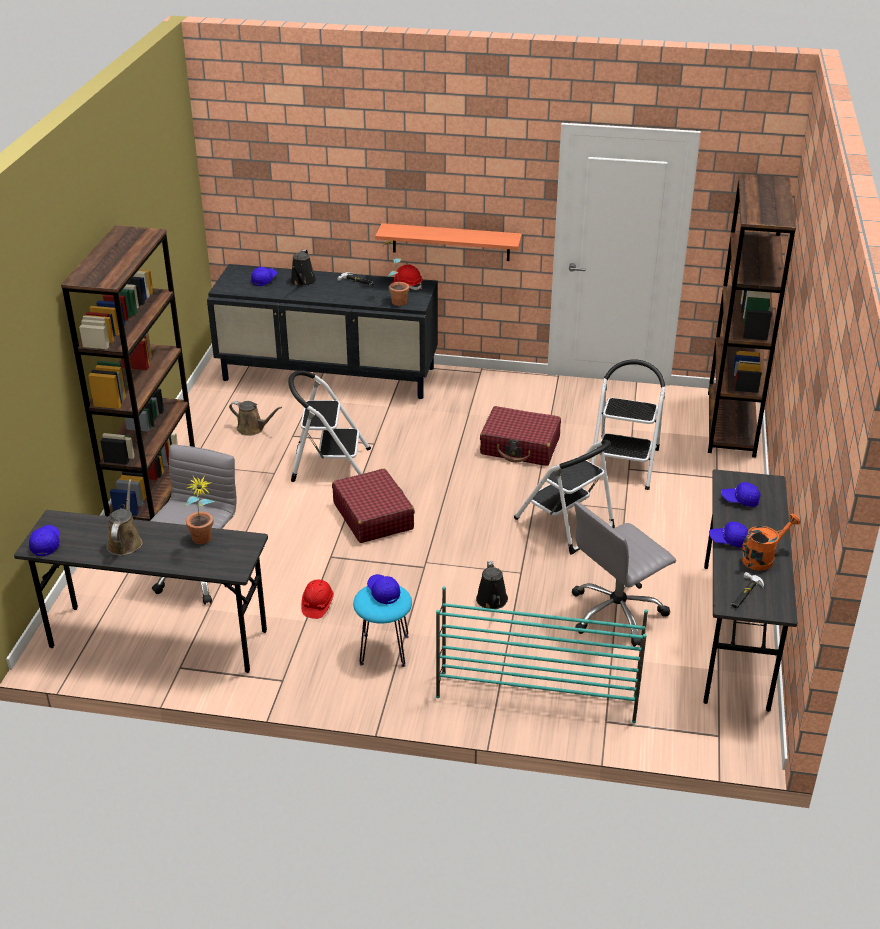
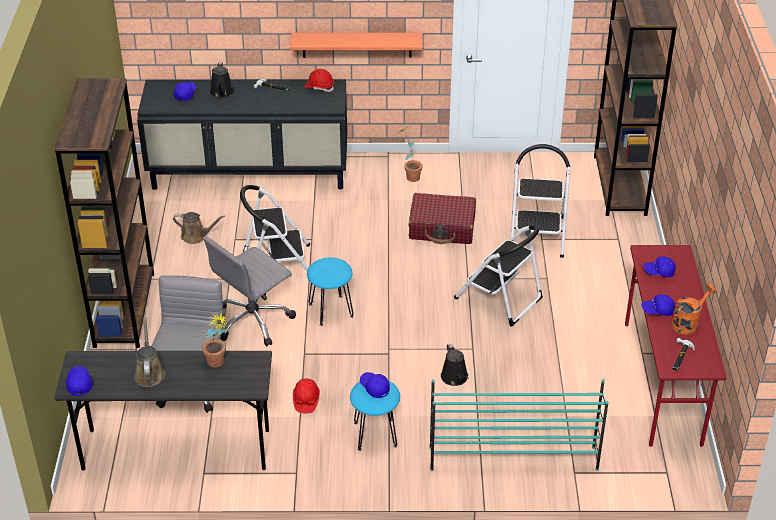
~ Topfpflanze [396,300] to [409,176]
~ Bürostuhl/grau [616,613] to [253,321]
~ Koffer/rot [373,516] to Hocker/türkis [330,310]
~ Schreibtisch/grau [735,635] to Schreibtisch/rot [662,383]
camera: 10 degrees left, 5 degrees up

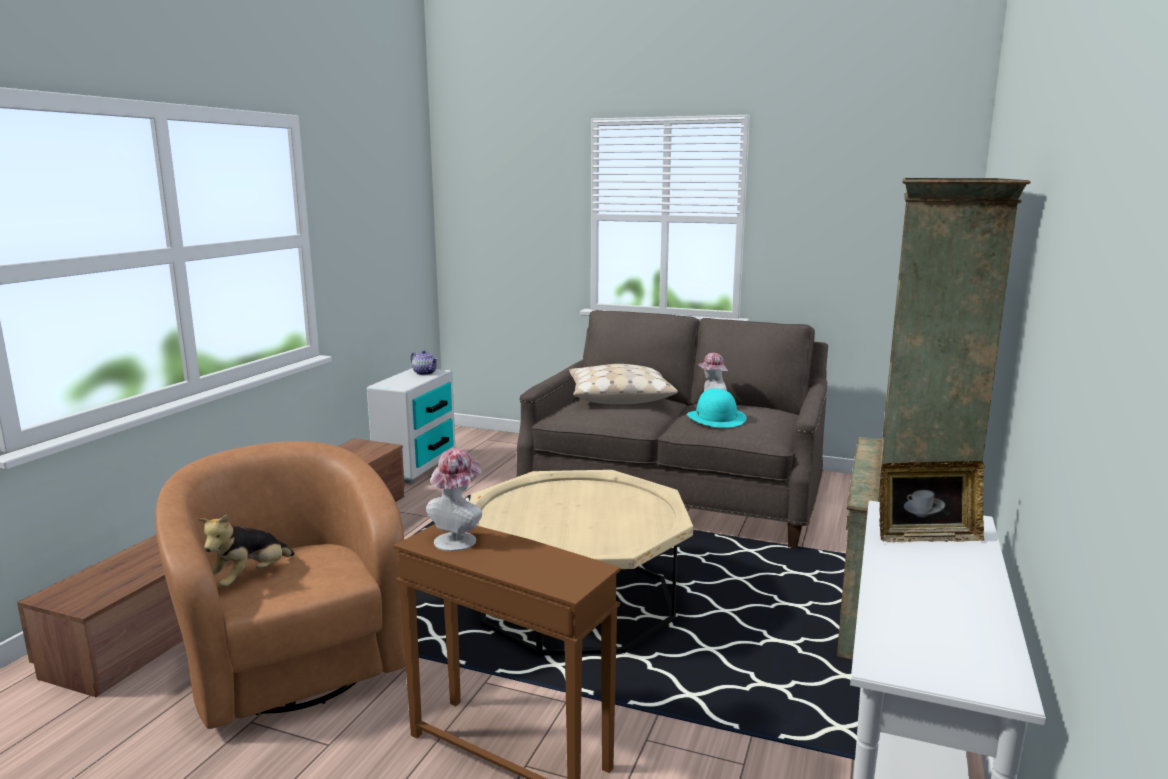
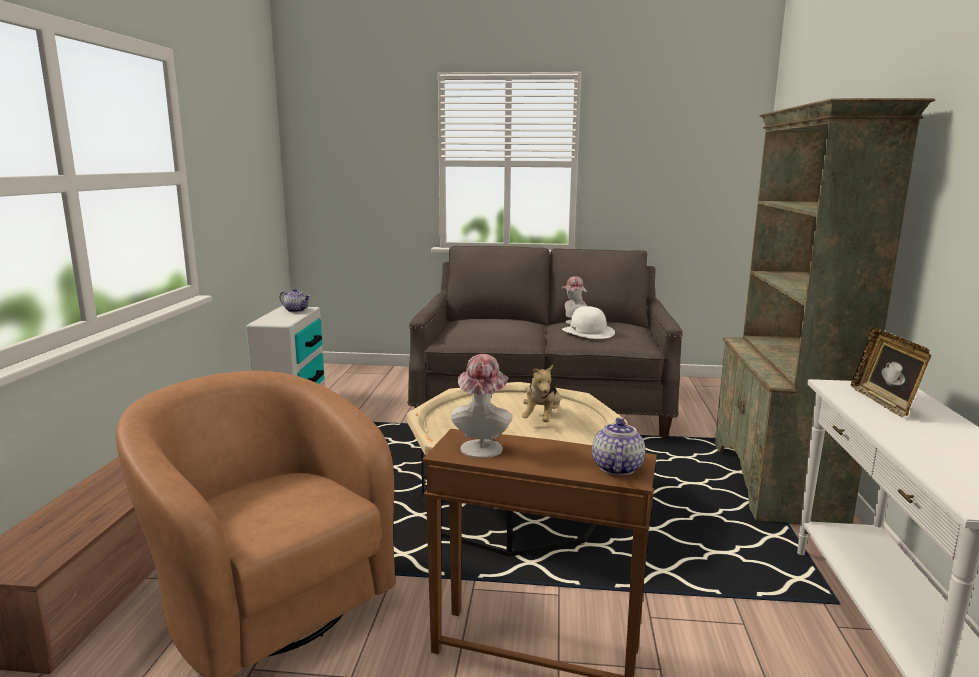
- Kissen/beige [619,396]
+ Teekanne [616,467]
~ Plüschtier [250,578] to [542,418]
~ Hut/türkis [716,418] to Hut/weiß [588,332]
~ Bilderrahmen [926,537] = [884,402] 105 degrees clockwise
camera: 15 degrees left, 0 degrees up

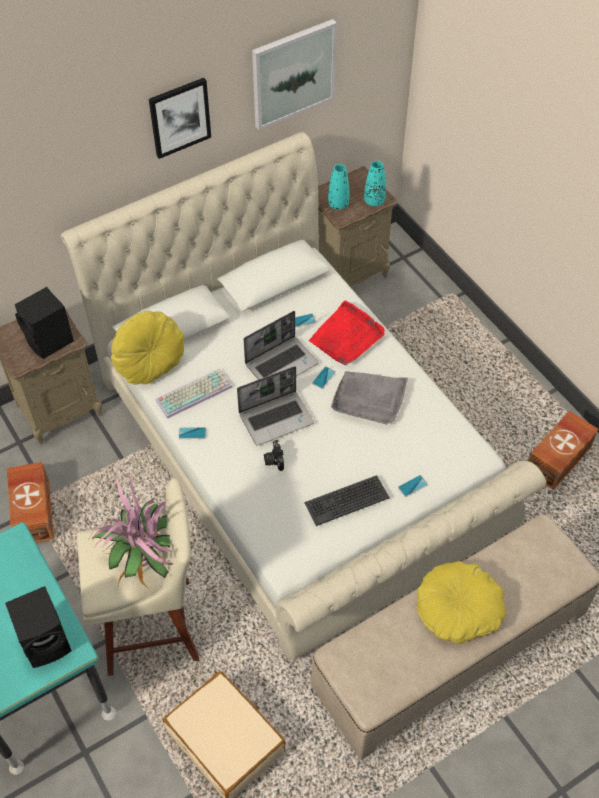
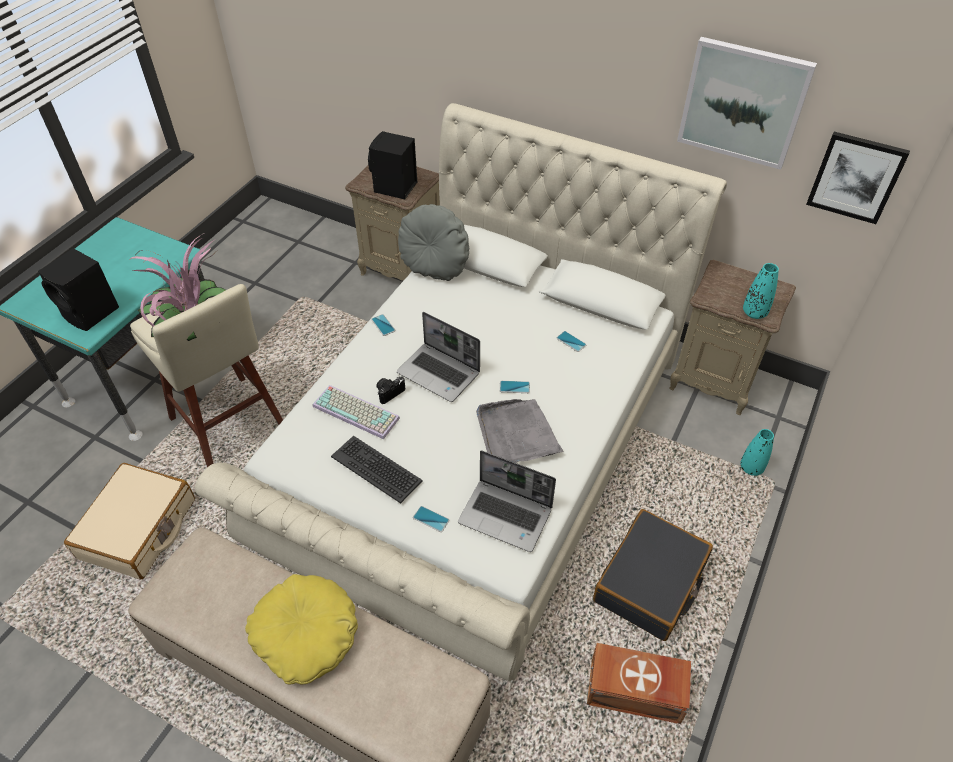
- Aufbewahrungsbox/braun [35,511]
- Tablett/rot [347,336]
+ Koffer/schwarz [650,582]
~ Bild [179,117] to [856,177]
~ Tastatur [194,392] to [357,411]
~ Laptop [282,363] to [506,516]
~ Vase/türkis [338,204] to [751,468]
~ Kissen/gelb [151,368] to Kissen/grau [434,269]
camera: 60 degrees right, 5 degrees down

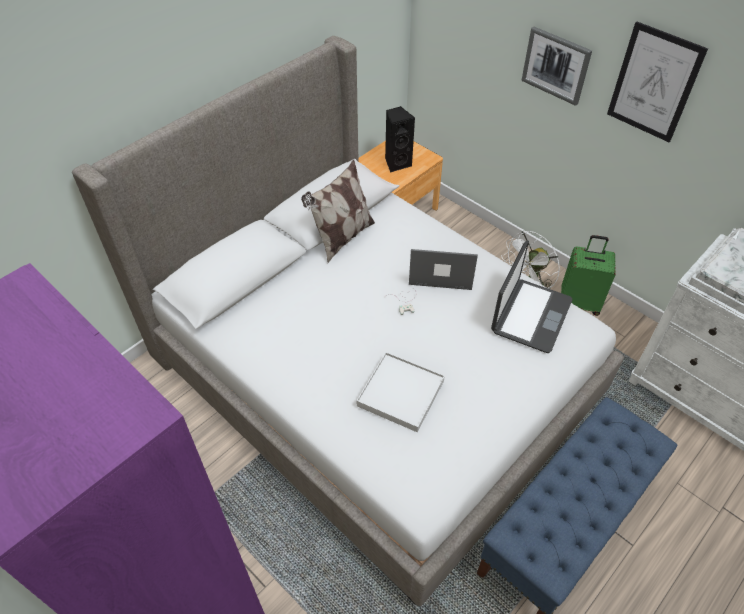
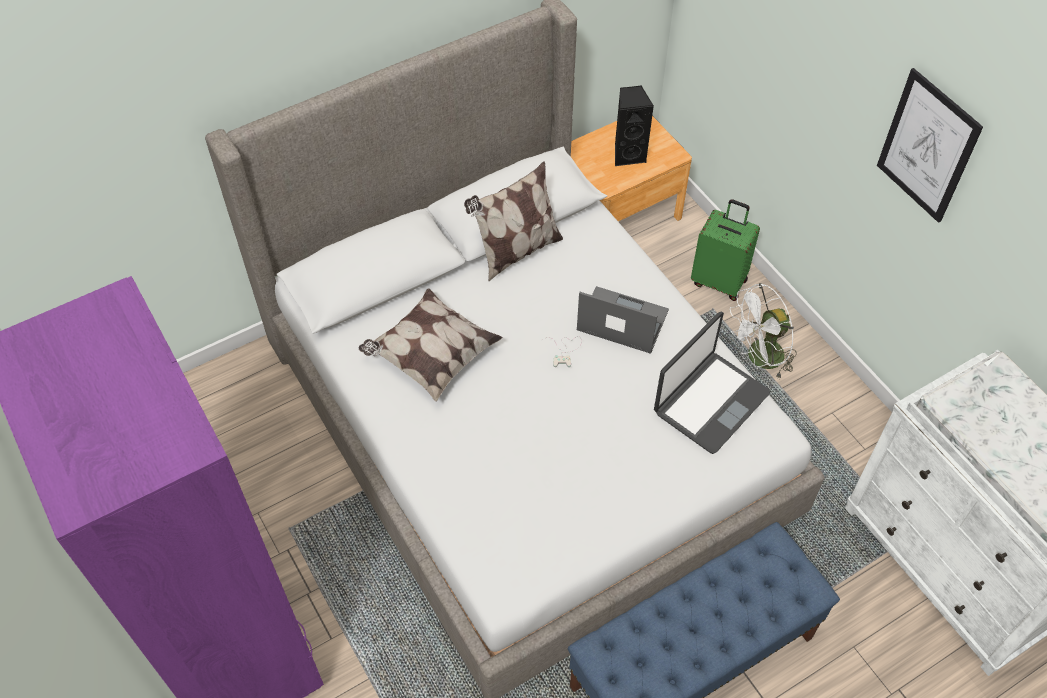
- Tablett/weiß [401,393]
- Bild [556,65]
+ Kissen [431,356]
~ Koffer/grün [579,302] to [719,281]
camera: 15 degrees right, 5 degrees up

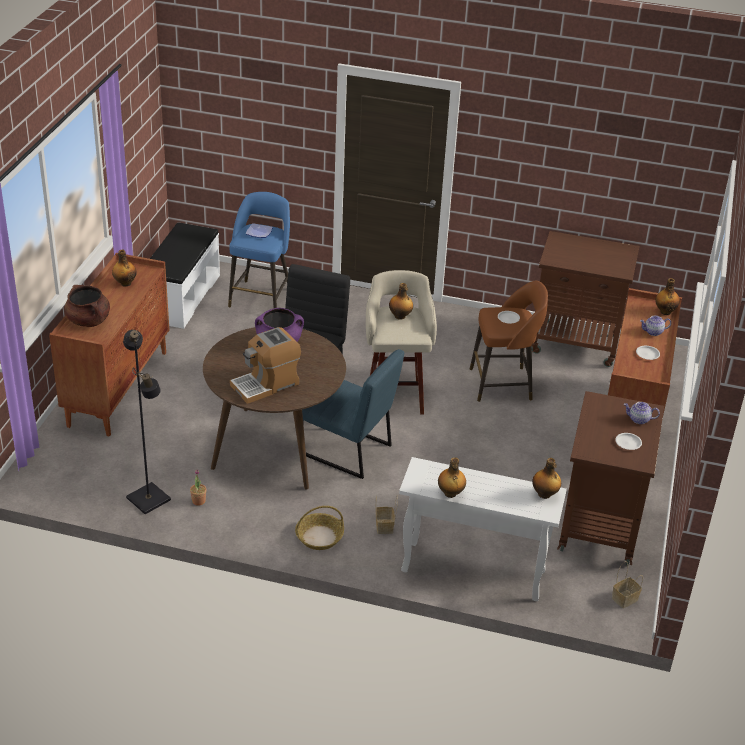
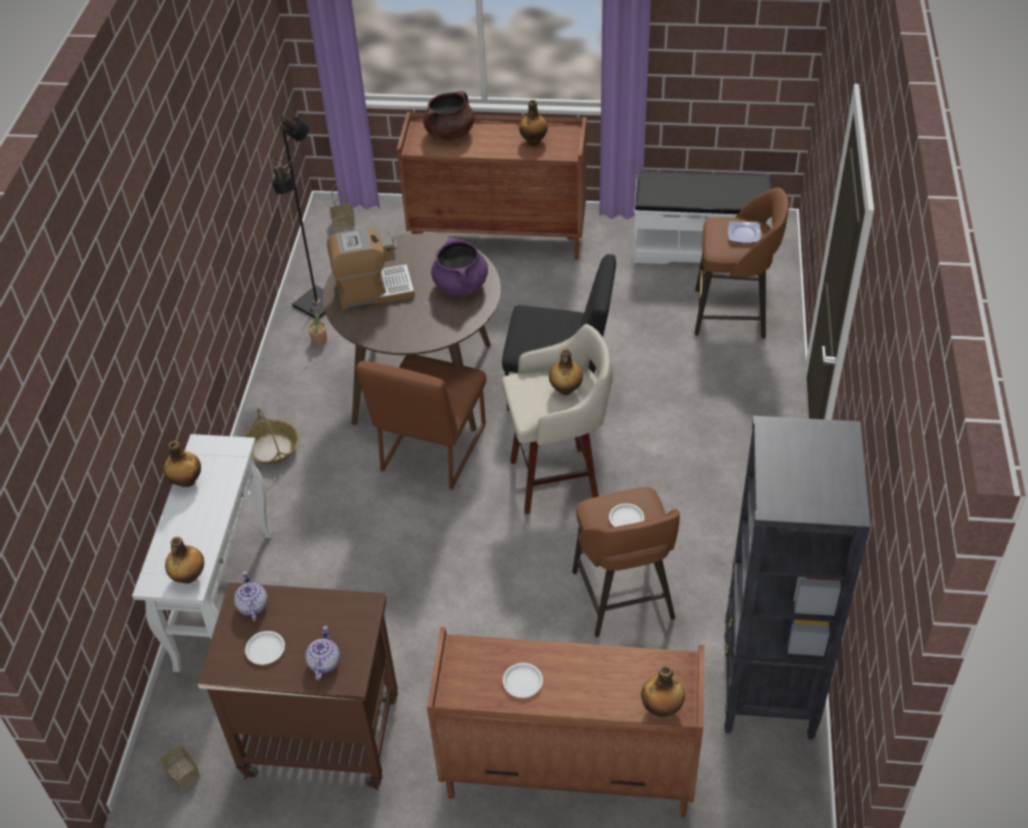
~ Korb [385,527] to [342,224]
~ Teekanne [653,332] to [252,606]
~ Rollwagen/braun [576,344] to Bücherregal/schwarz [767,688]
~ Hocker/blau [261,297] to Hocker/braun [733,314]
~ Stuhl/blau [348,451] to Stuhl/braun [431,449]
~ Kaffeemaschine [266,384] = [373,290] 120 degrees clockwise
camera: 85 degrees right, 10 degrees up

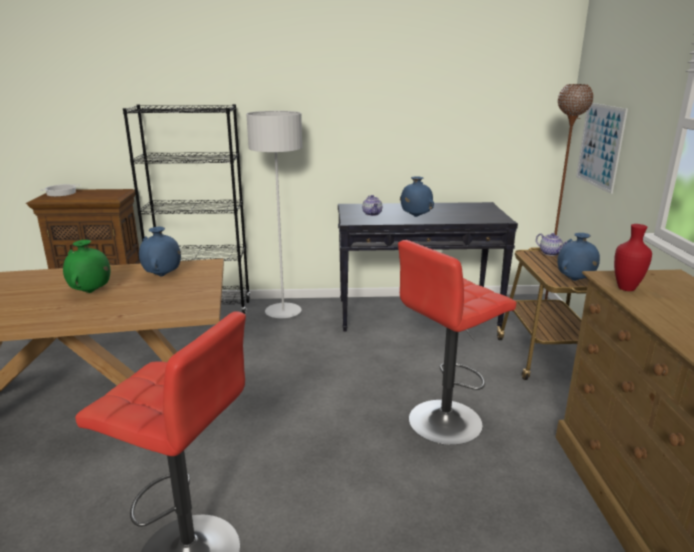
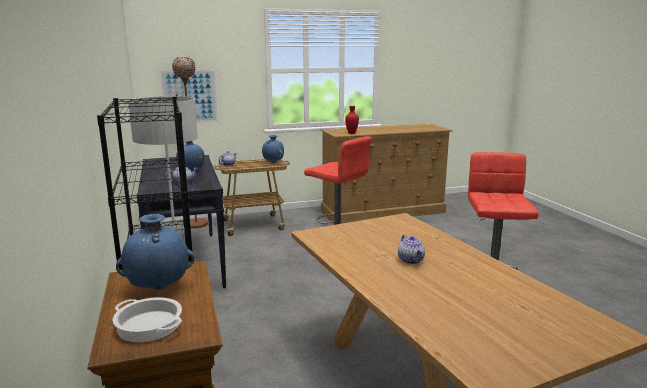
~ Vase/blau [162,275] to [159,288]
~ Vase/grün [91,292] to Teekanne [411,260]
camera: 105 degrees left, 5 degrees down

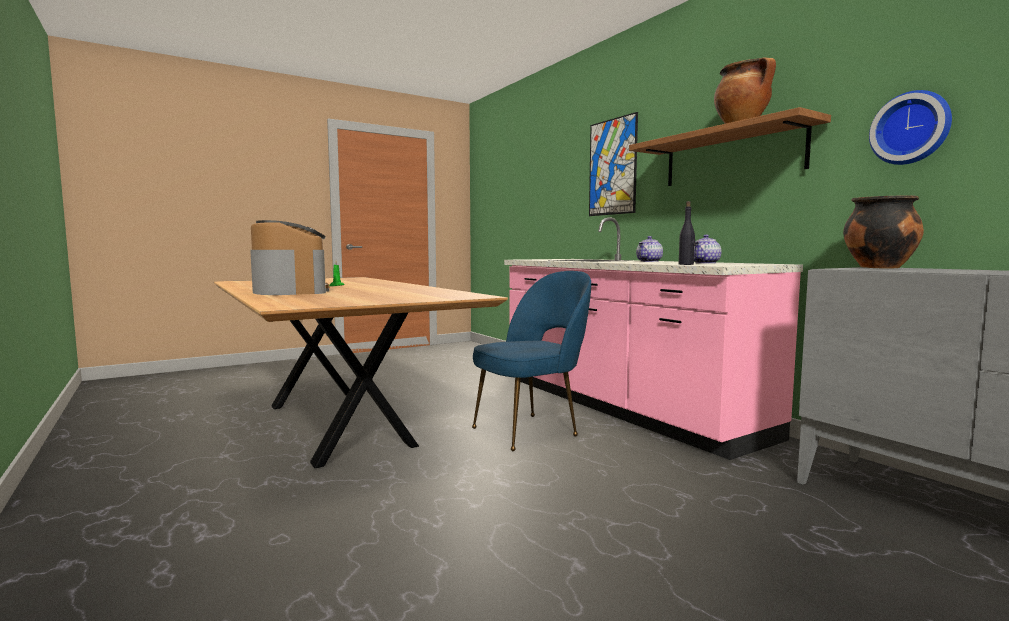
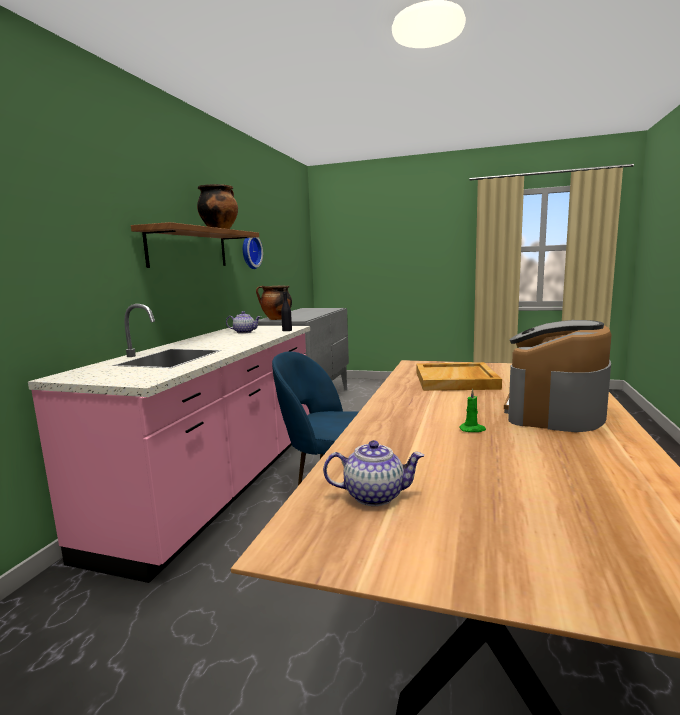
- Bild [612,167]
+ Tablett/beige [456,380]
~ Teekanne [649,261] to [374,495]
camera: 130 degrees left, 5 degrees up

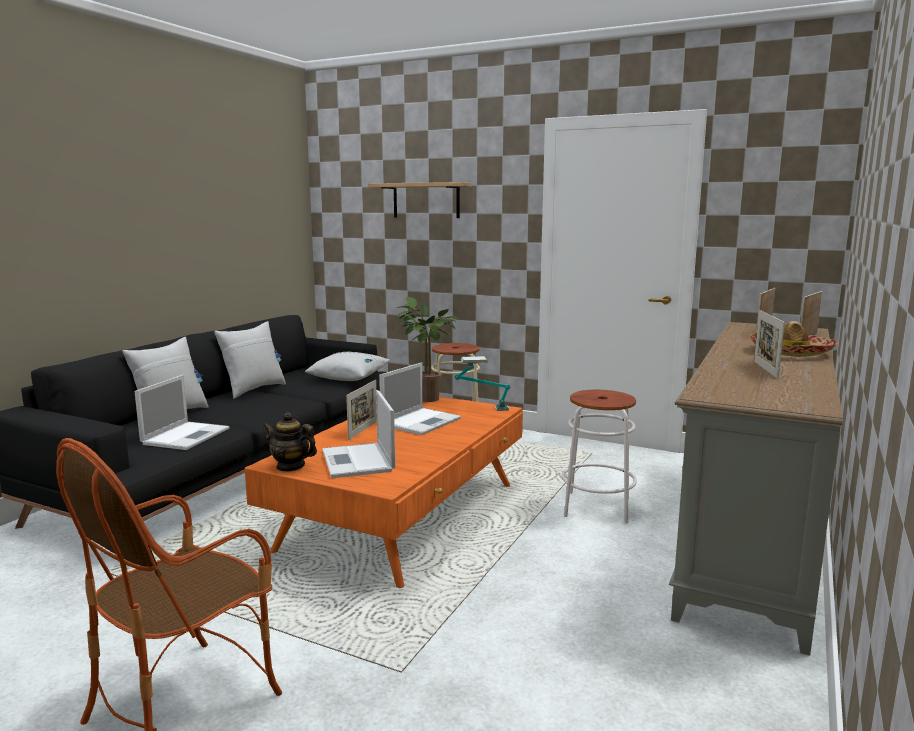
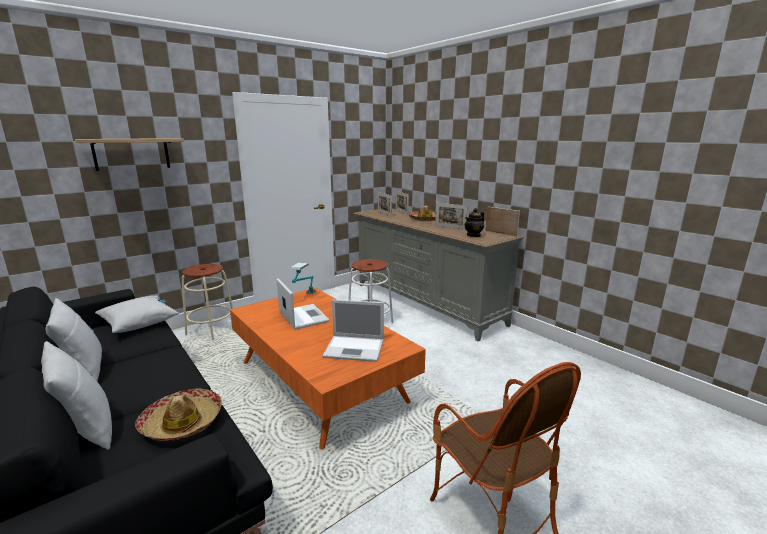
- Topfpflanze [425,399]
~ Teekanne [290,466] to [474,235]
~ Bilderrahmen [363,430] to [500,233]
~ Laptop [187,436] to Hut [182,422]
camera: 65 degrees left, 5 degrees up

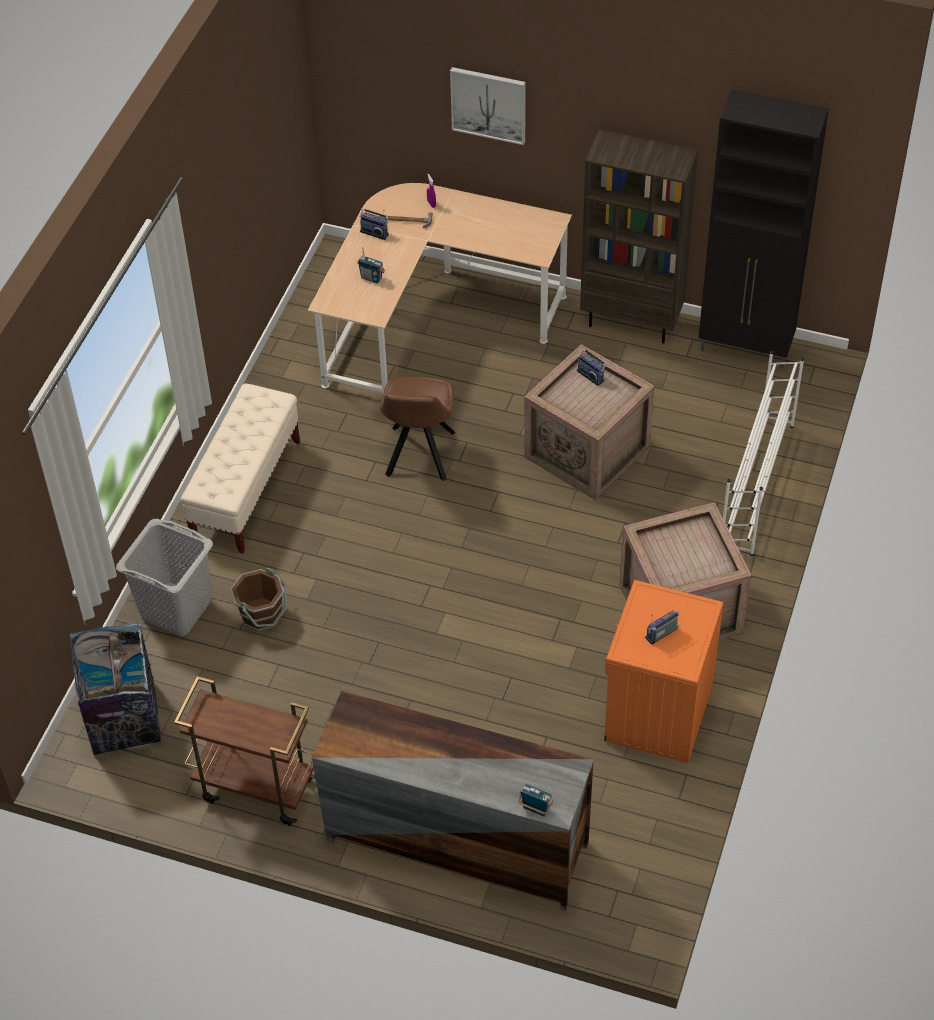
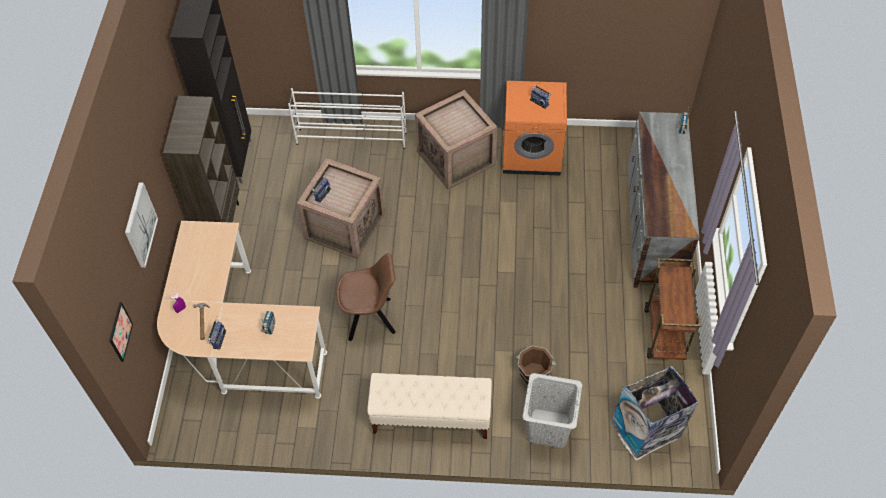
+ Bild [120,332]
camera: 105 degrees left, 5 degrees up

